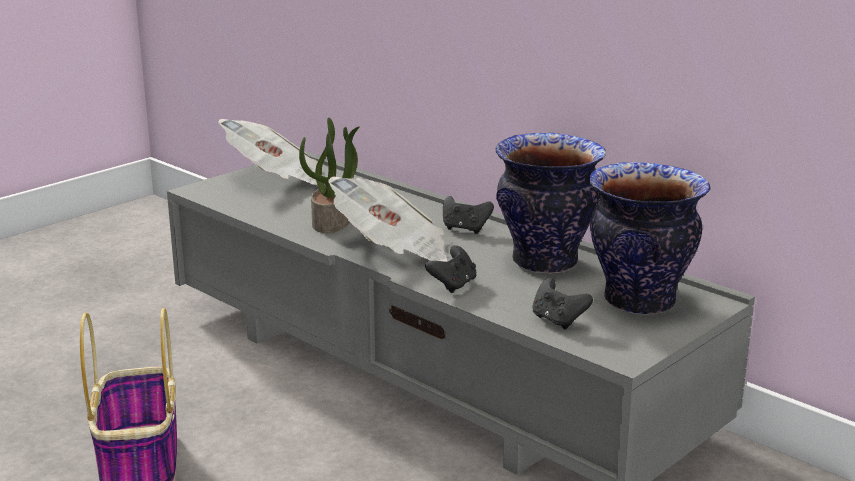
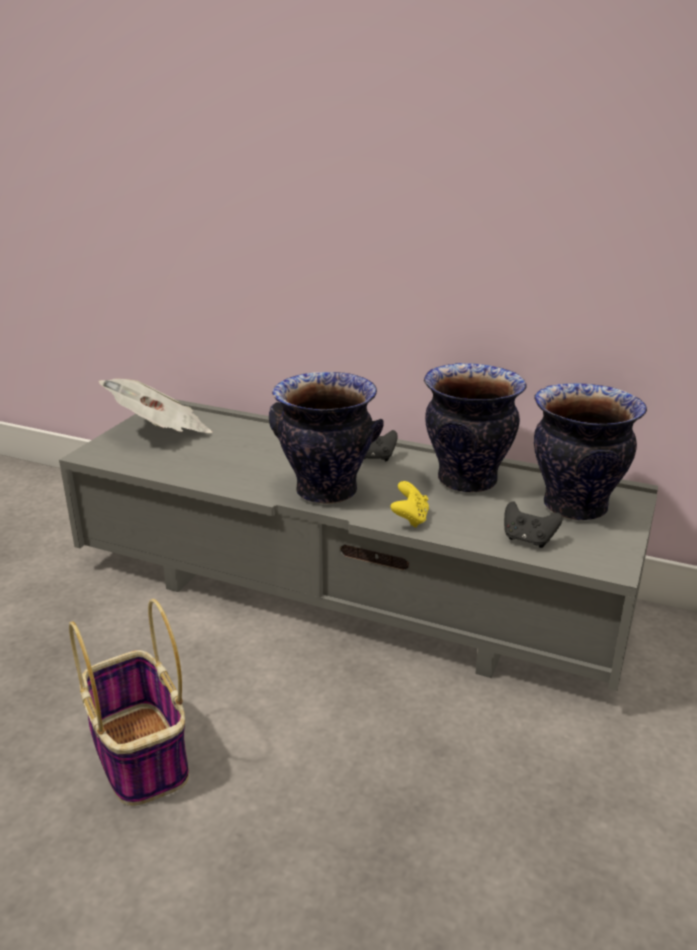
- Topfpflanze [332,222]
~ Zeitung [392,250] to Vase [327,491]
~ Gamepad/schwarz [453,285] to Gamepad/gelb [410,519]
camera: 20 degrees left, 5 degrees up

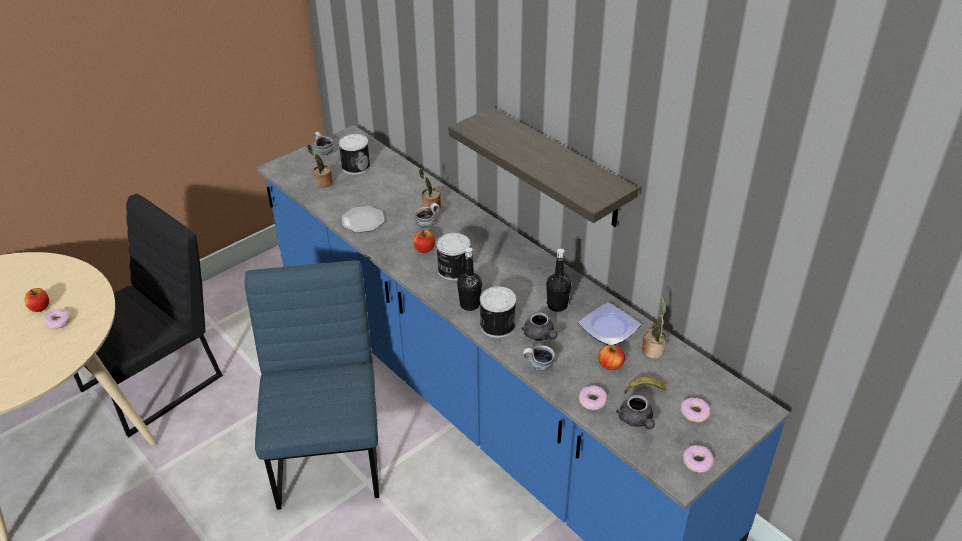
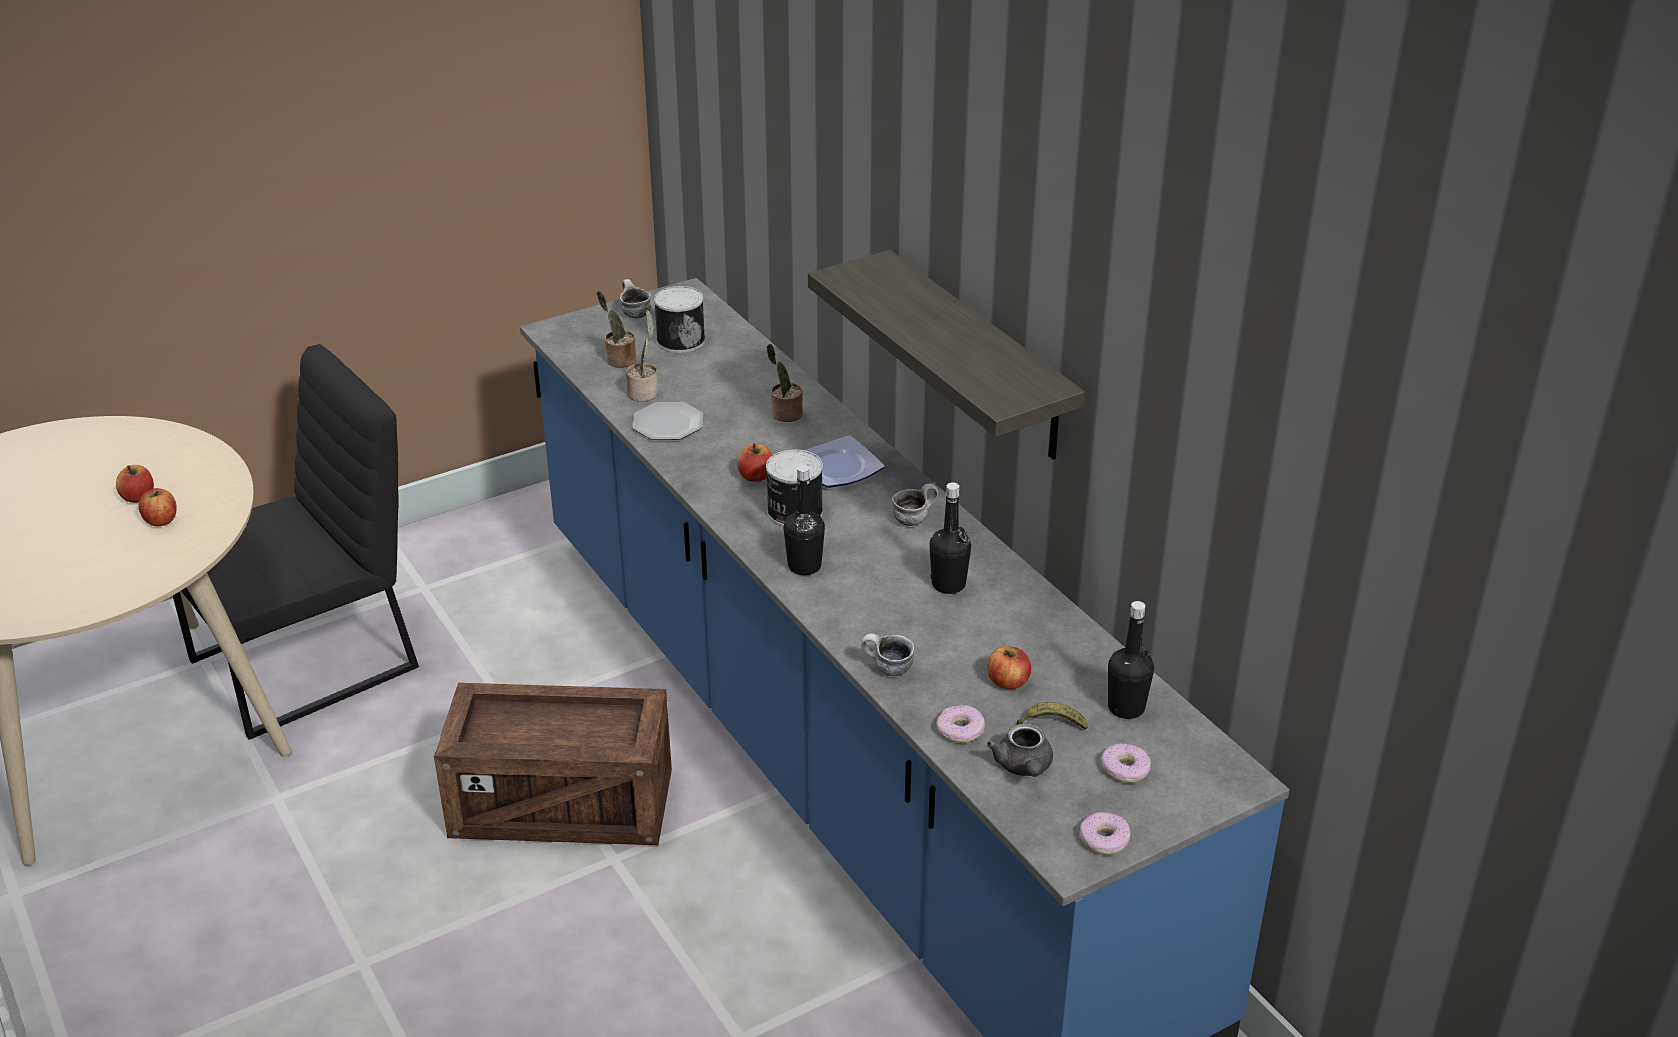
- Dose [496,325]
- Teekanne/grau [540,335]
+ Flasche/schwarz [1126,708]
~ Henkelbecher [427,223] to [914,518]
~ Teller [610,328] to [840,468]
~ Topfpflanze [653,349] to [644,392]
~ Donut [58,322] to Apfel [161,520]
~ Stuhl/blau [329,451] to Kiste [562,804]
camera: 10 degrees right, 5 degrees down

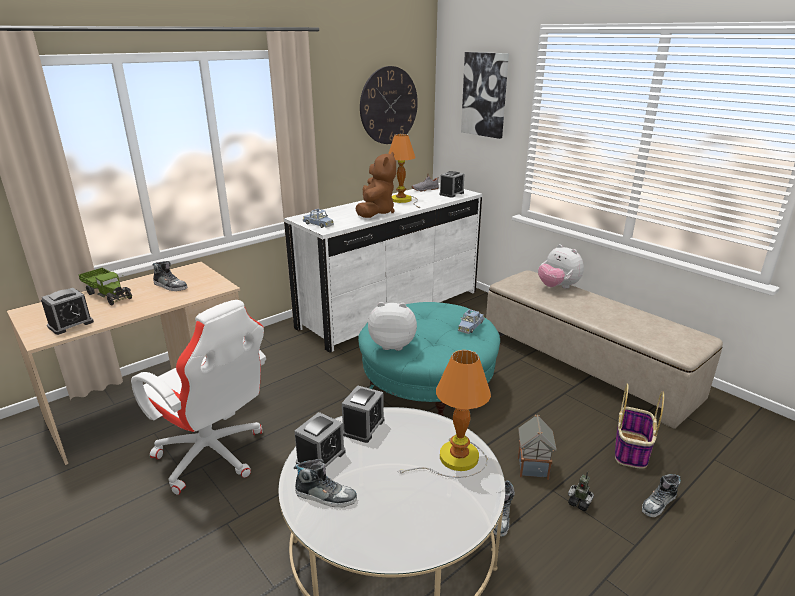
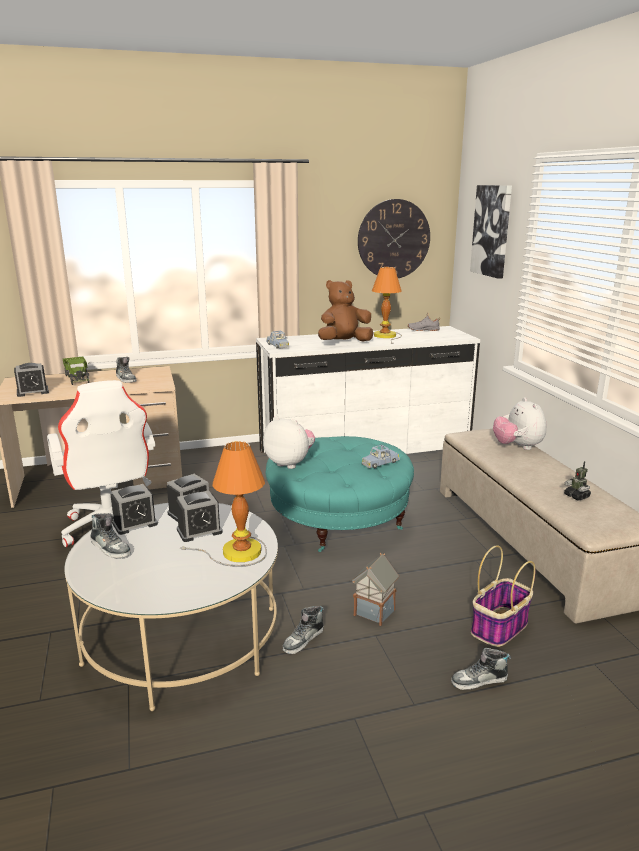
~ Wecker [451,194] to [199,531]
~ Spielzeugroboter [579,503] to [576,496]
~ Plüschtier/braun [375,212] = [344,342] 150 degrees counterclockwise
camera: 25 degrees right, 5 degrees down

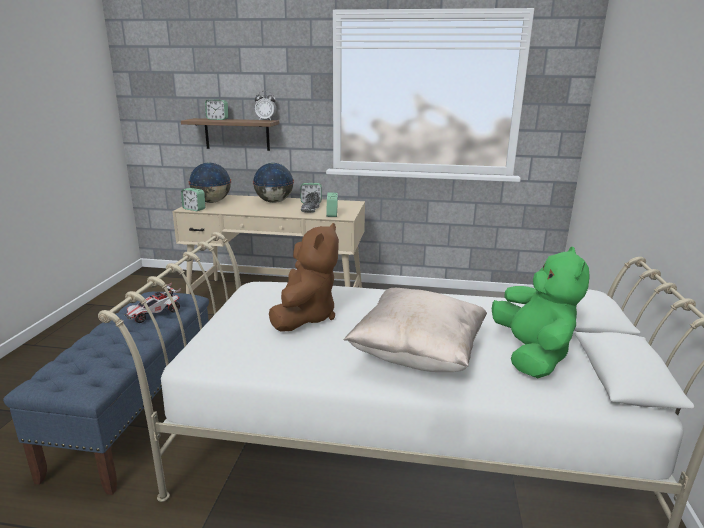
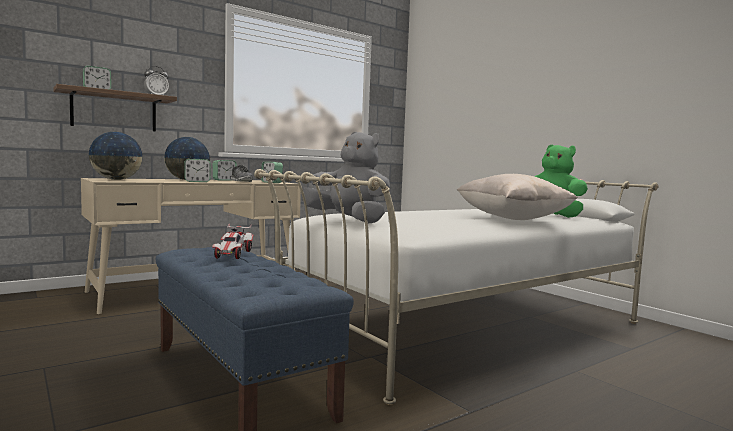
- Plüschtier/braun [305,316]
+ Plüschtier/grau [349,221]
~ Wecker [194,209] to [197,181]
camera: 45 degrees left, 15 degrees down

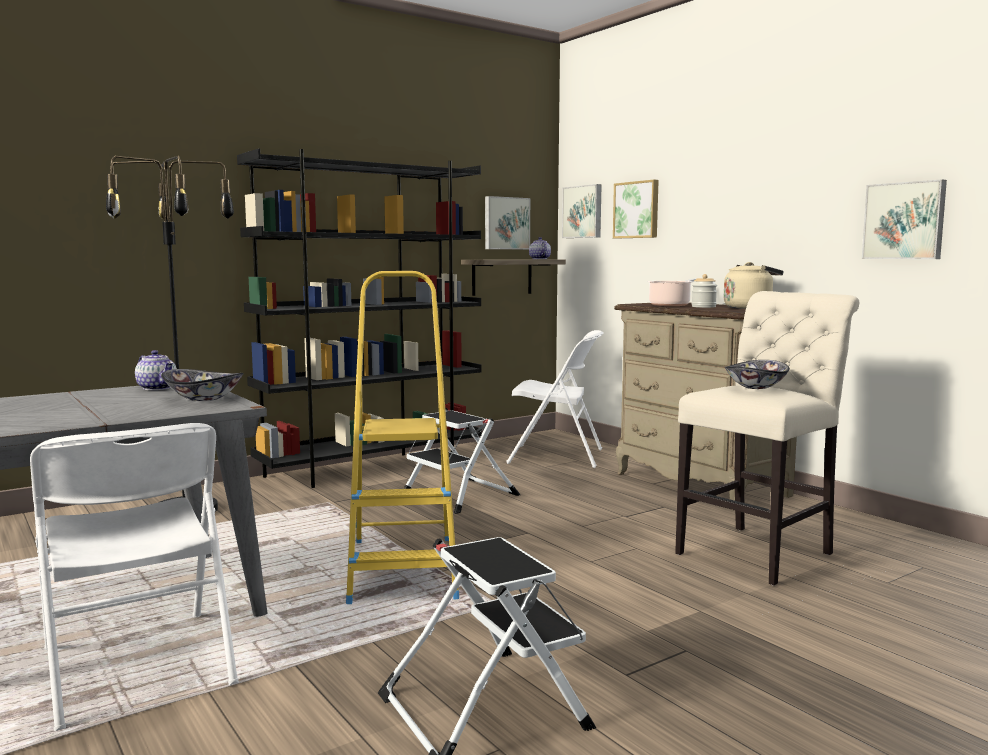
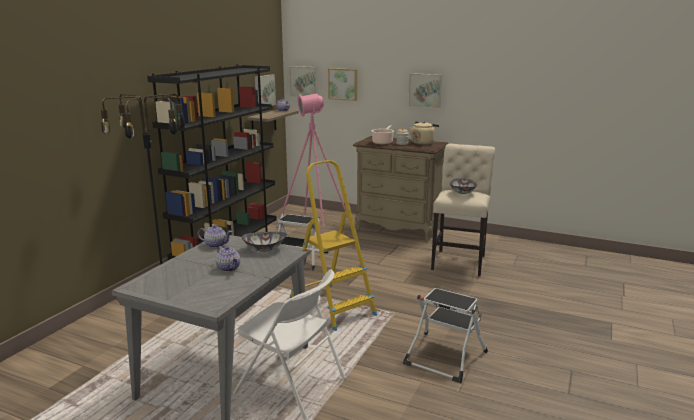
+ Teekanne [229,268]
~ Bild [904,221] to [425,90]
~ Stuhl/weiß [555,456] to Stehlampe/rosa [313,223]
camera: 30 degrees left, 10 degrees up

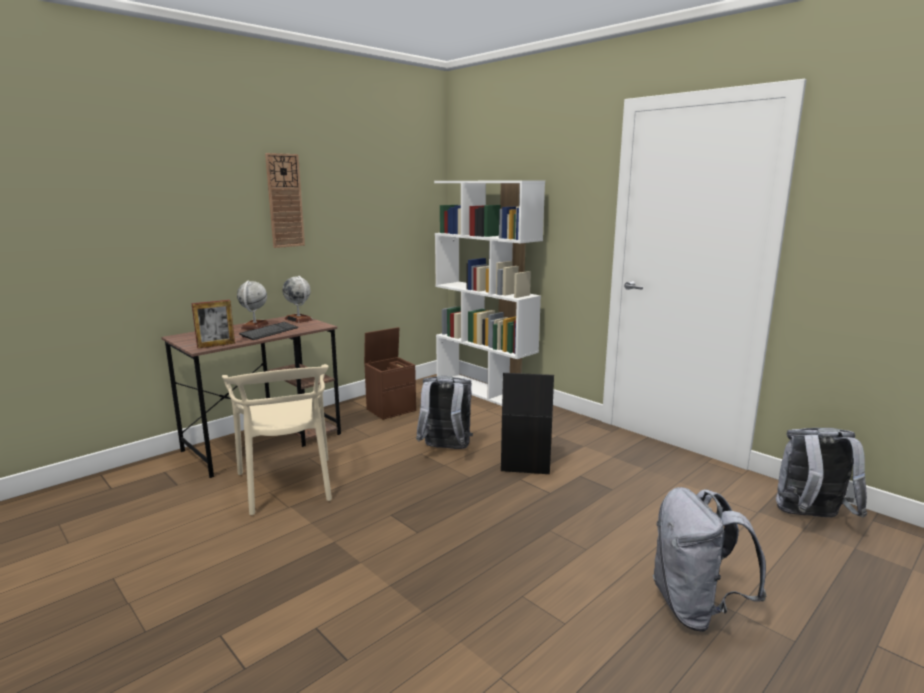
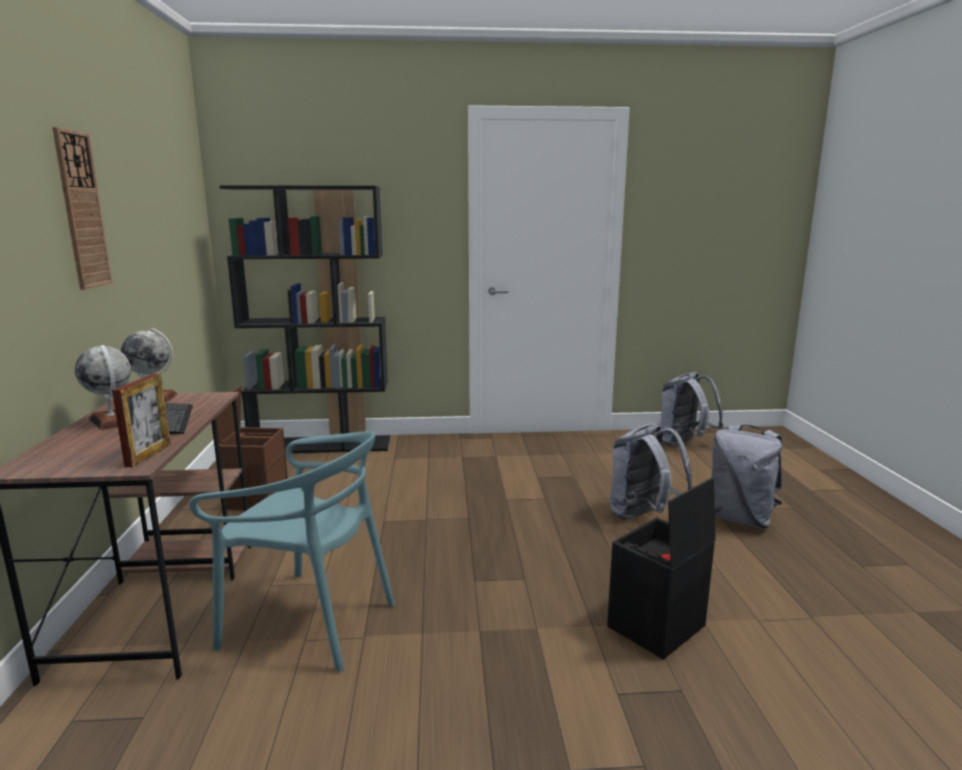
~ Rucksack/grau [445,449] to [643,516]
~ Aufbewahrungsbox/schwarz [524,463] to [656,627]
~ Stuhl/beige [287,484] to Stuhl/türkis [310,621]
~ Bücherregal/weiß [485,392] to Bücherregal/schwarz [322,445]
camera: 50 degrees left, 0 degrees up

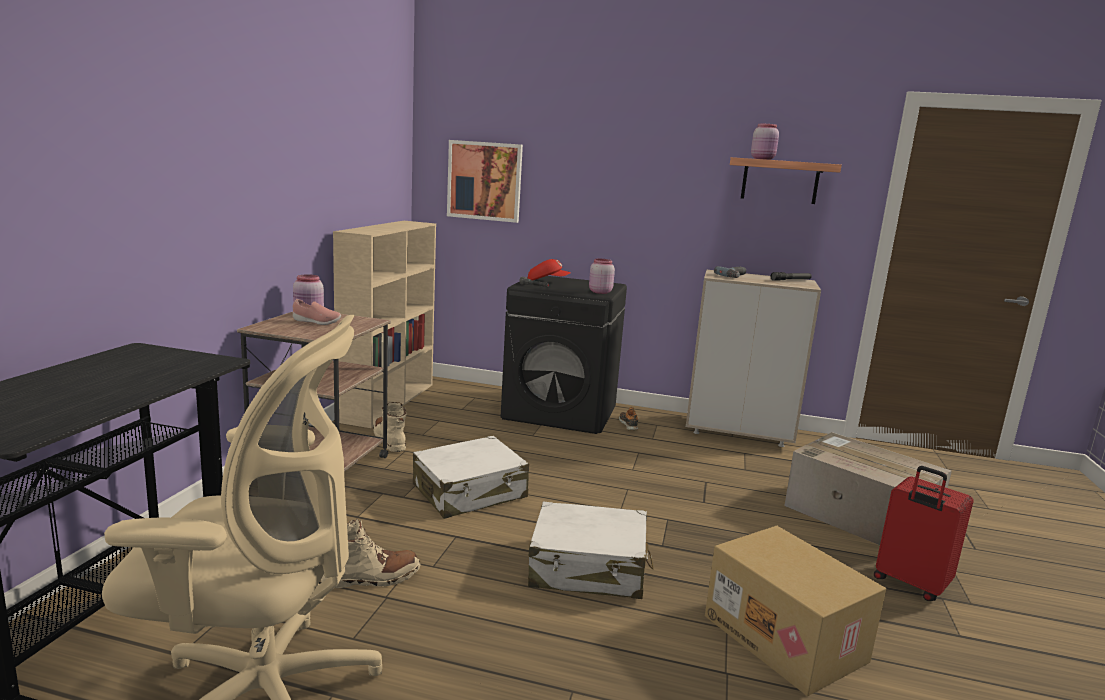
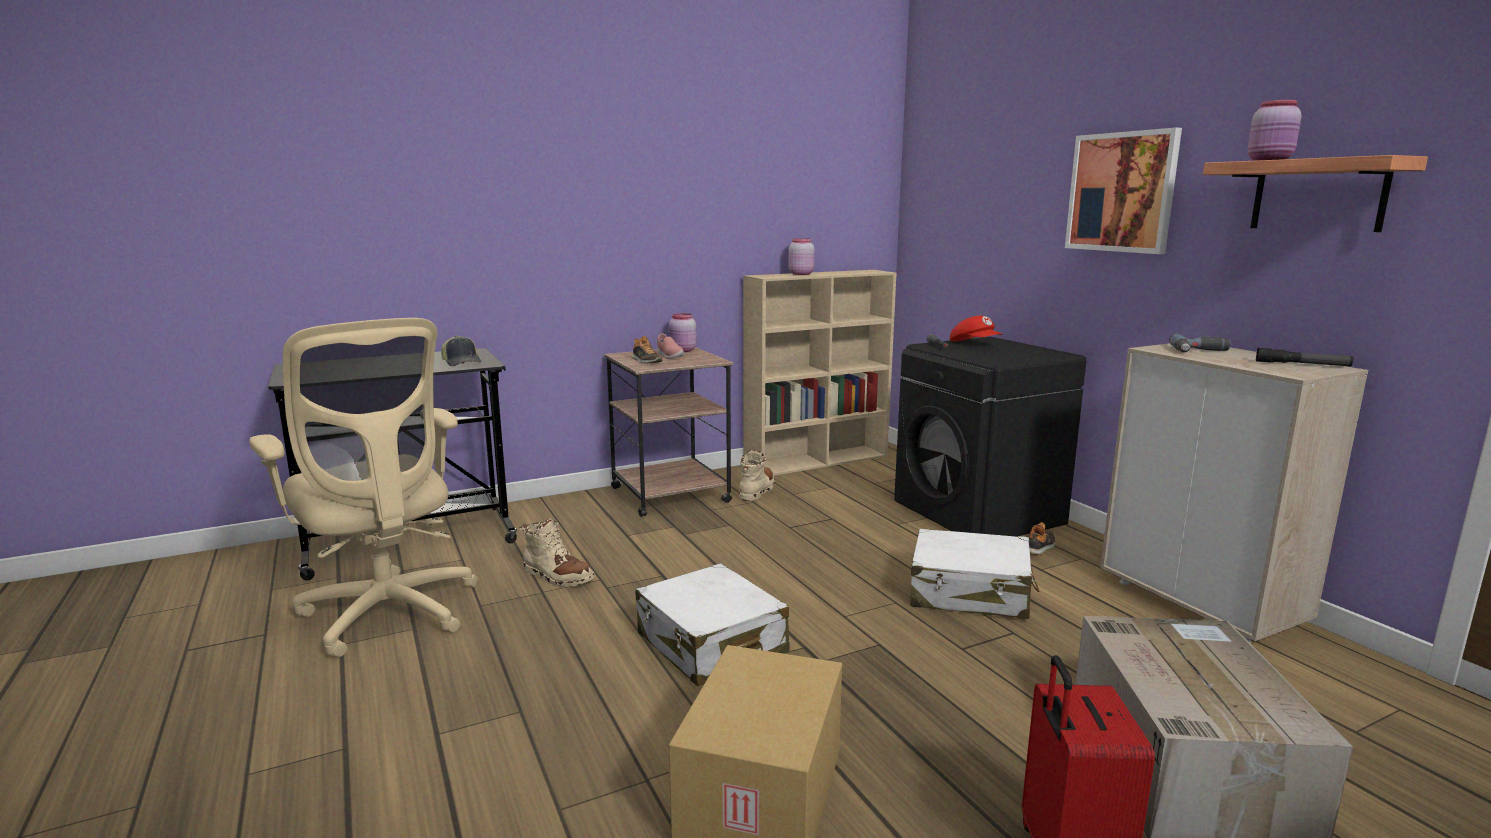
+ Kappe [462,362]
+ Schuh [646,361]
~ Koffer/weiß [470,492] to [970,593]
~ Bild [484,181] to [1121,192]
~ Vorratsglas/rosa [599,292] to [800,274]
camera: 50 degrees right, 0 degrees up

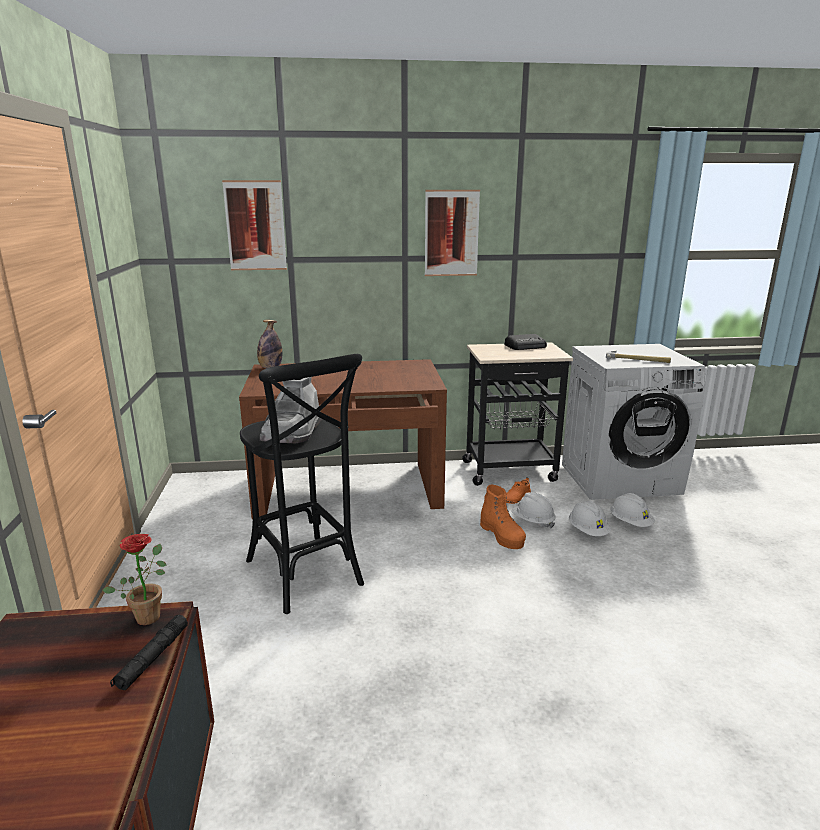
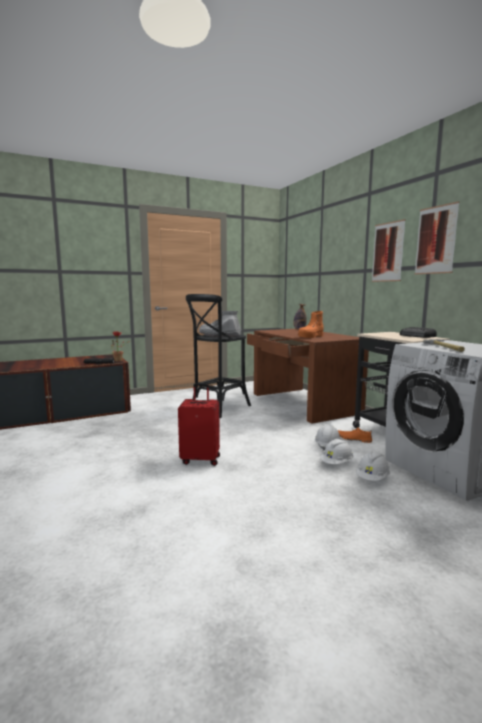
+ Koffer/rot [201,459]
~ Bild [255,226] to [436,240]
~ Stiefel/orange [502,536] to [311,337]
camera: 70 degrees right, 10 degrees down

